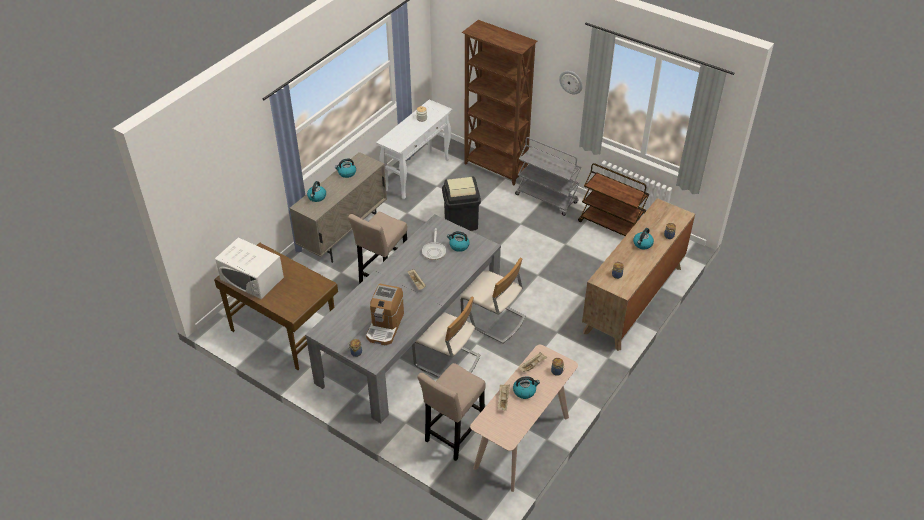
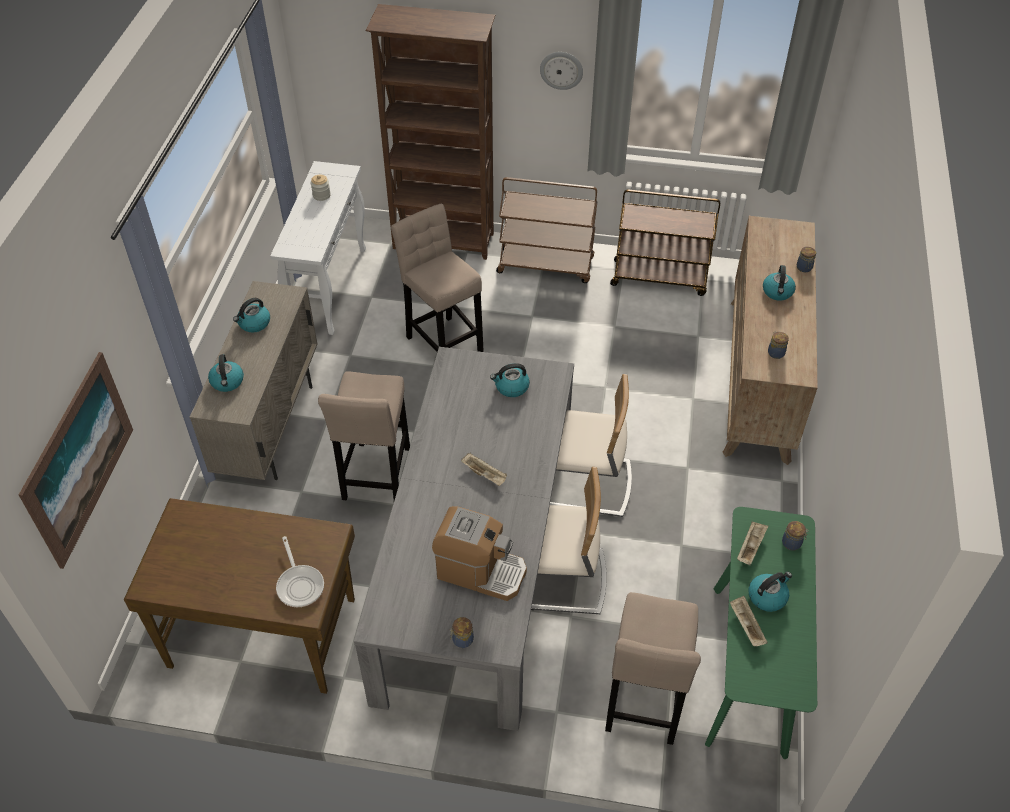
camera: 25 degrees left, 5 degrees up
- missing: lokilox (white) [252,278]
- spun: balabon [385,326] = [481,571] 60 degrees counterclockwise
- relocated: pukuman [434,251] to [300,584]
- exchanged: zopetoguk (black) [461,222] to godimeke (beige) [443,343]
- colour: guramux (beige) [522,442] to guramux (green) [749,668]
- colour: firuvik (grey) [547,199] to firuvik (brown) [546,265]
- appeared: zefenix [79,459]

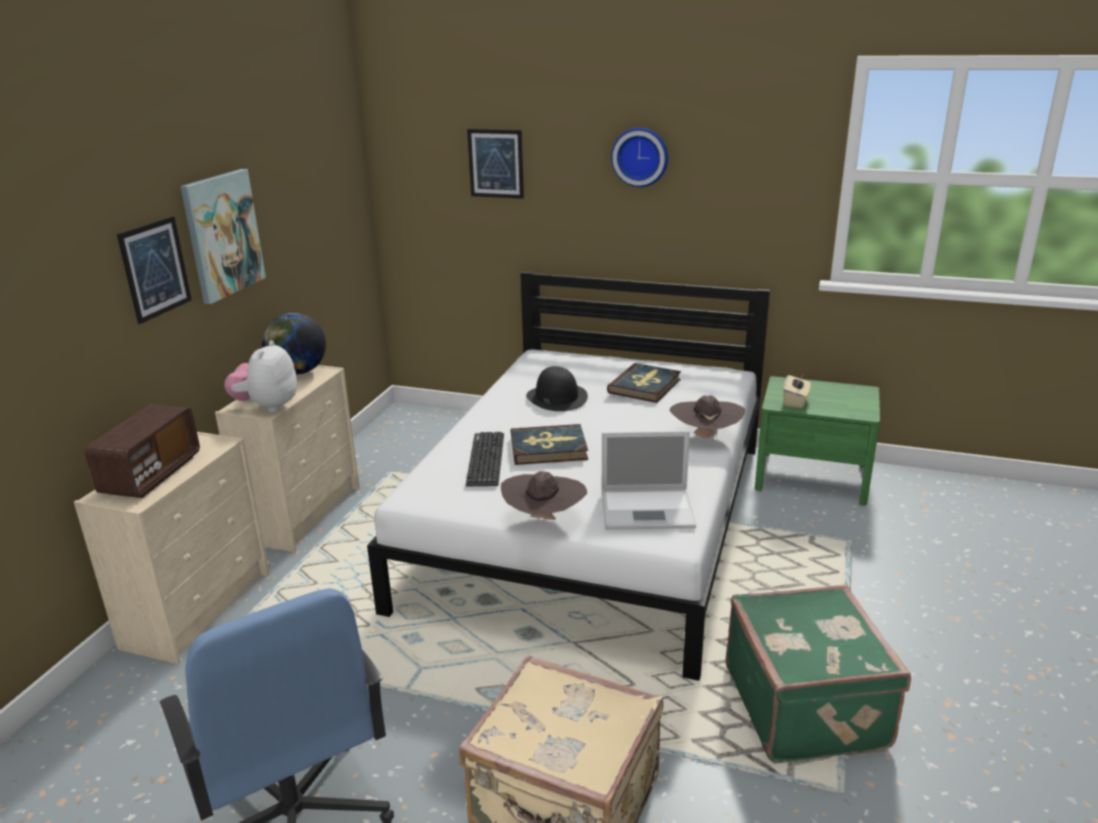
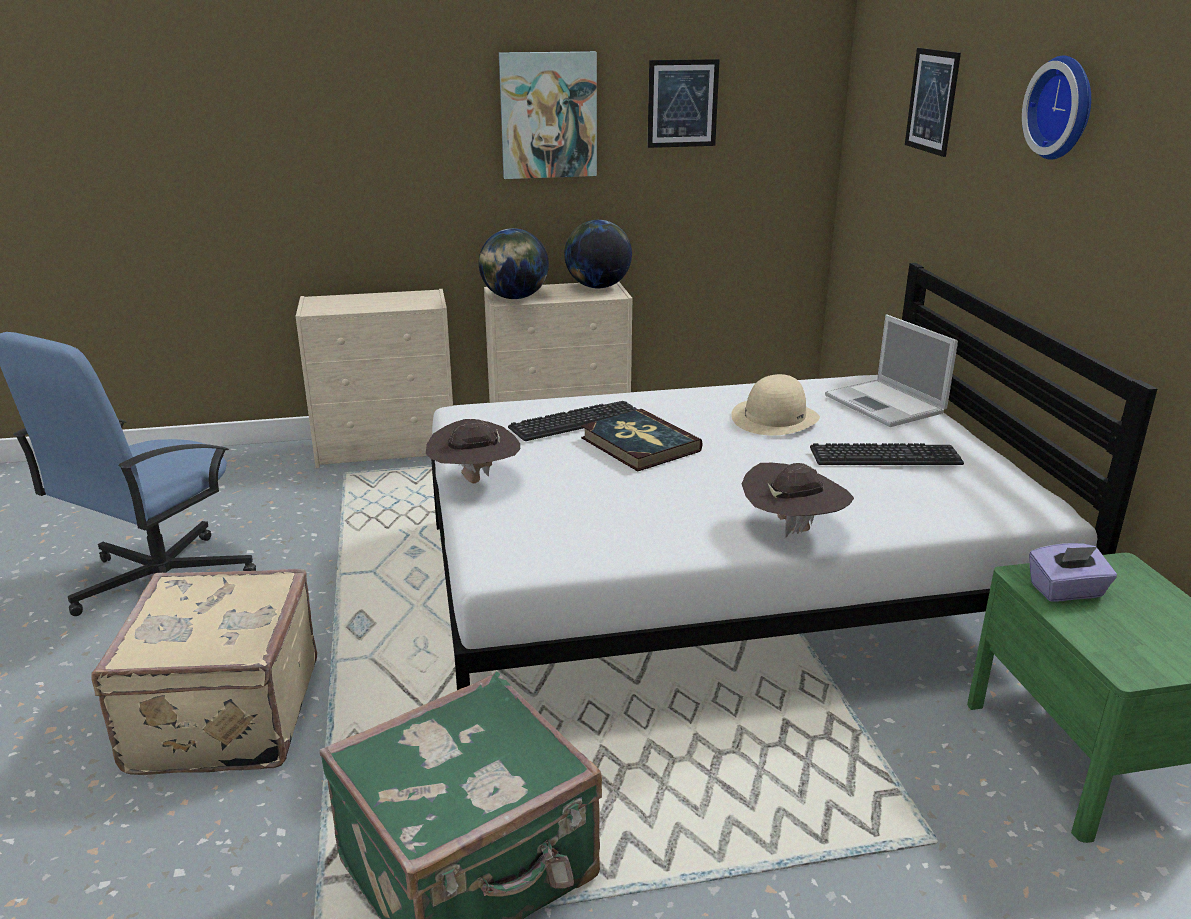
camera: 60 degrees right, 0 degrees up
- missing: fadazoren [151,475]
- relocated: zefenix [155,269] to [682,103]
- exchanged: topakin [267,407] to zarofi [514,298]
- colour: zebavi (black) [556,397] to zebavi (beige) [775,417]
- relocated: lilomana [649,509] to [886,404]
- exchanged: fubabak [645,386] to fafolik [885,456]
- colour: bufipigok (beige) [795,401] to bufipigok (purple) [1066,591]

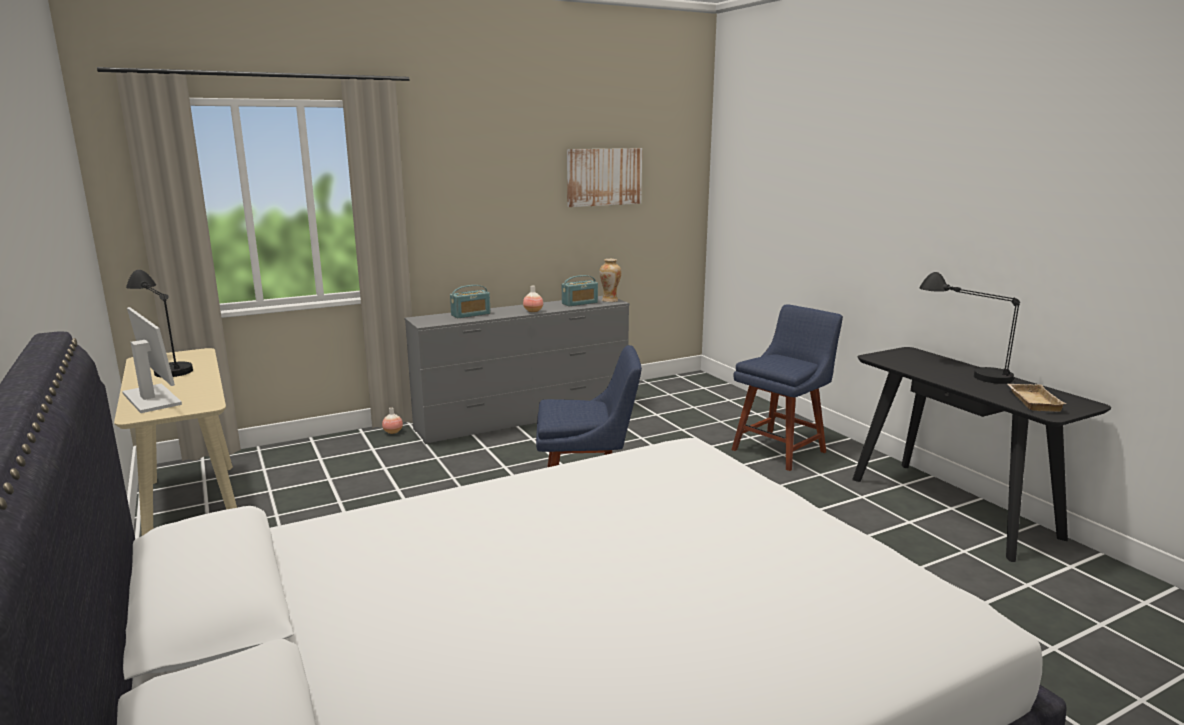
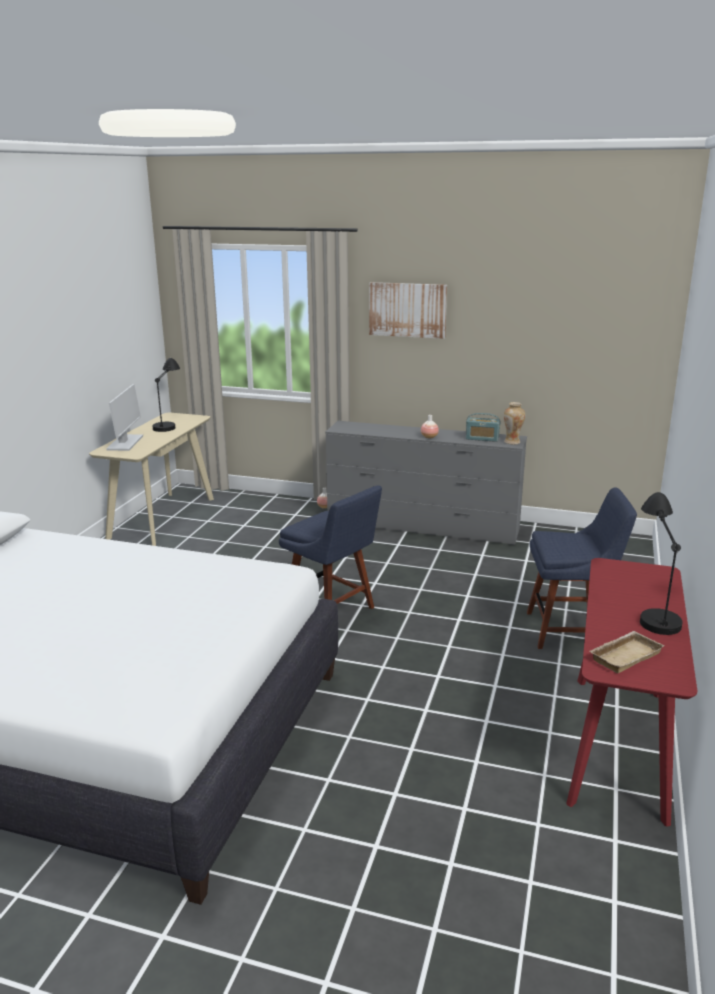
camera: 45 degrees right, 5 degrees up
- missing: fadazoren [471,314]
- relocated: zefenix [604,177] to [407,310]
- colour: guramux (black) [952,507] to guramux (red) [619,744]

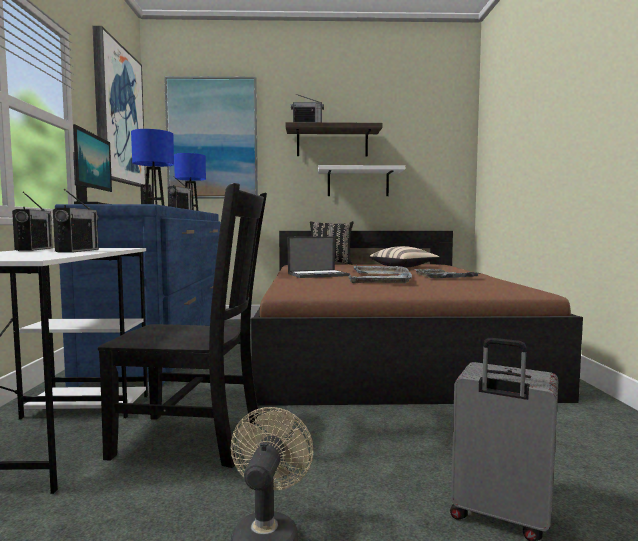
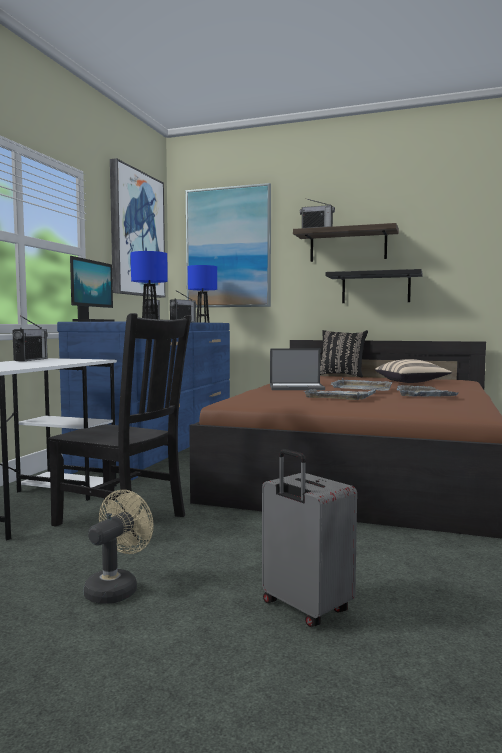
camera: 20 degrees right, 0 degrees up
- missing: fadazoren [78,251]
- colour: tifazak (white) [358,183] to tifazak (black) [375,288]

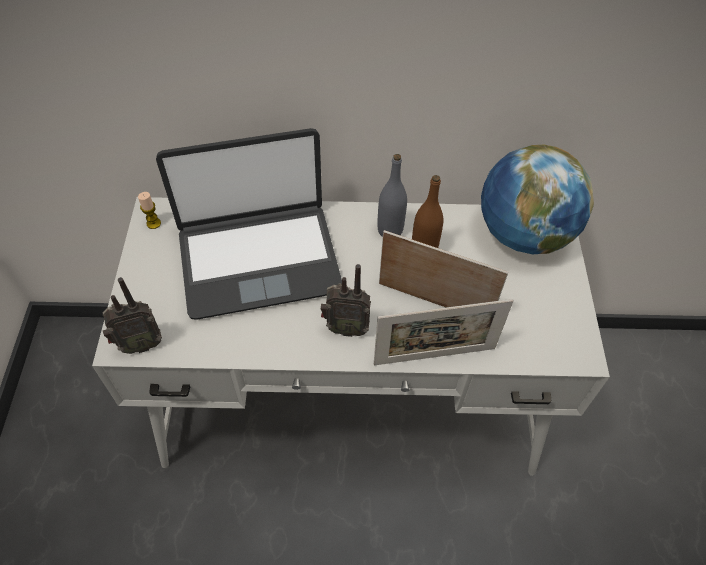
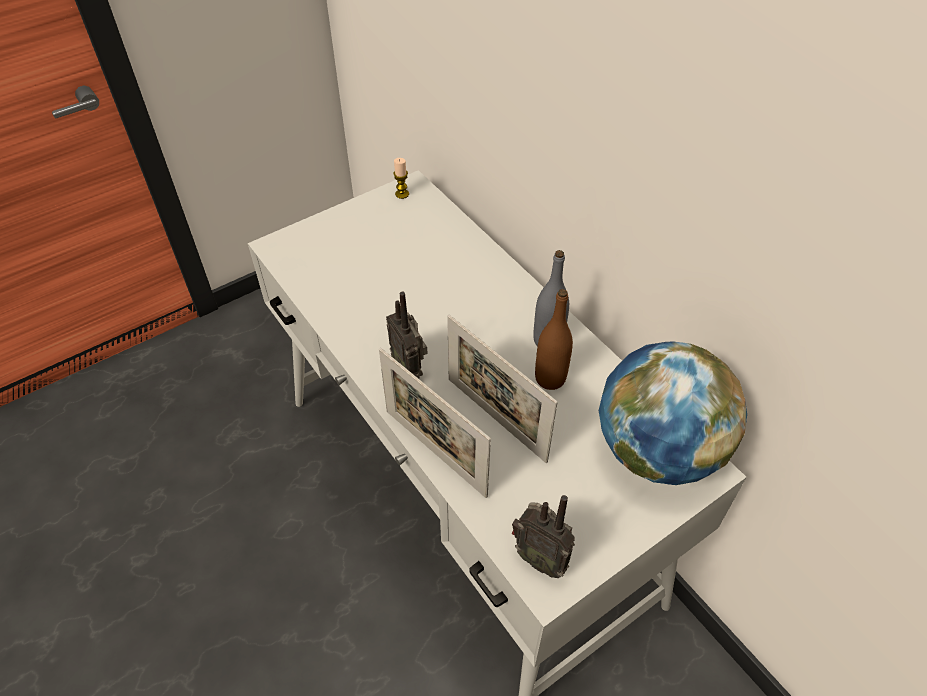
camera: 55 degrees right, 5 degrees down
- relocated: fadazoren [139,344] to [540,558]
- missing: lilomana [259,259]
- spun: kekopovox [433,302] = [496,419] 150 degrees clockwise

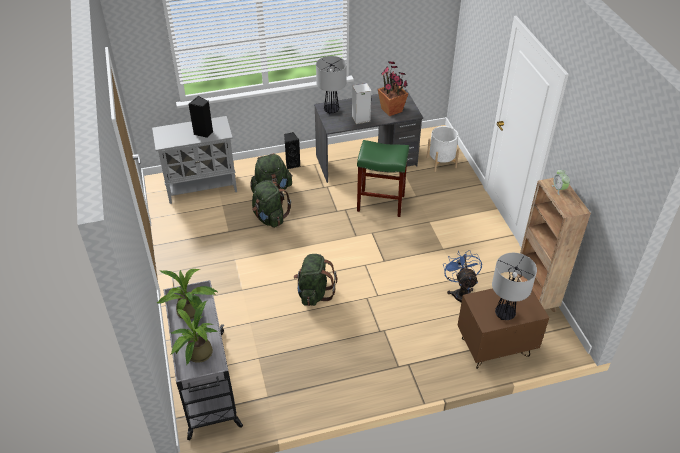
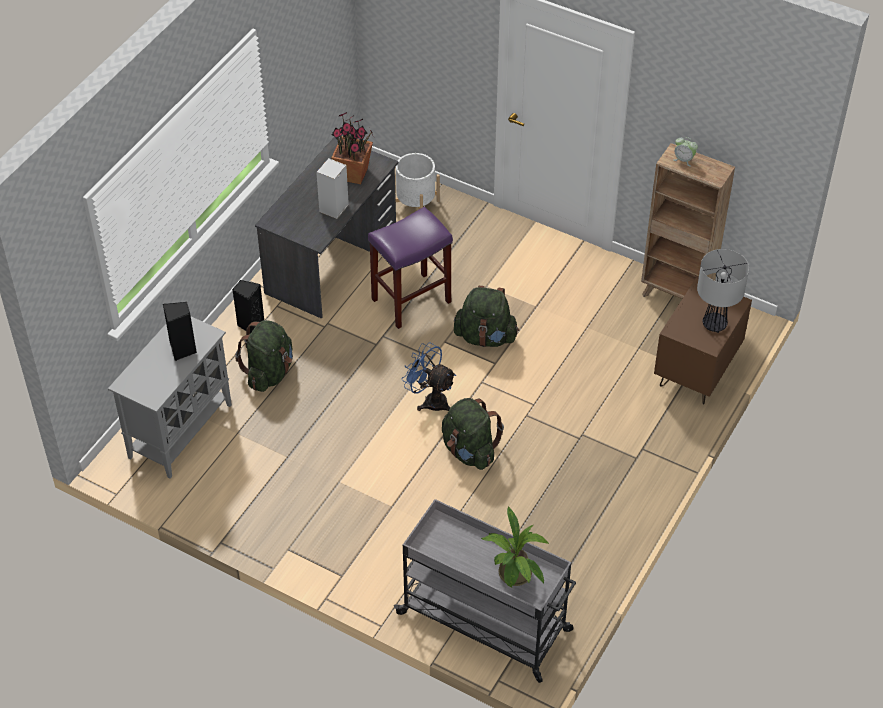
camera: 45 degrees left, 5 degrees up
- missing: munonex [191,313]
- relocated: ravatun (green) [270,218] to [485,337]
- missing: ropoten [331,110]
- colour: godimeke (green) [380,203] to godimeke (purple) [410,301]
- relocated: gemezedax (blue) [460,293] to [430,400]

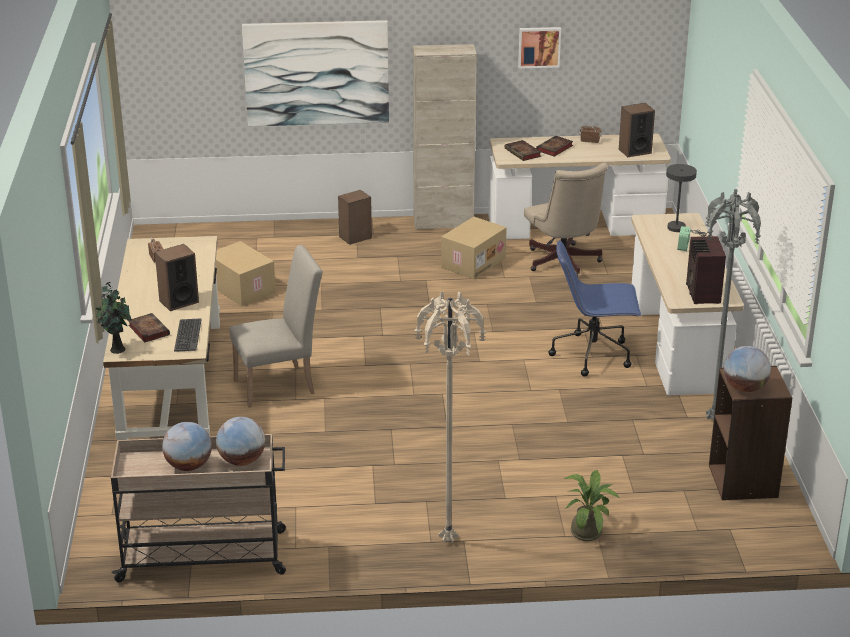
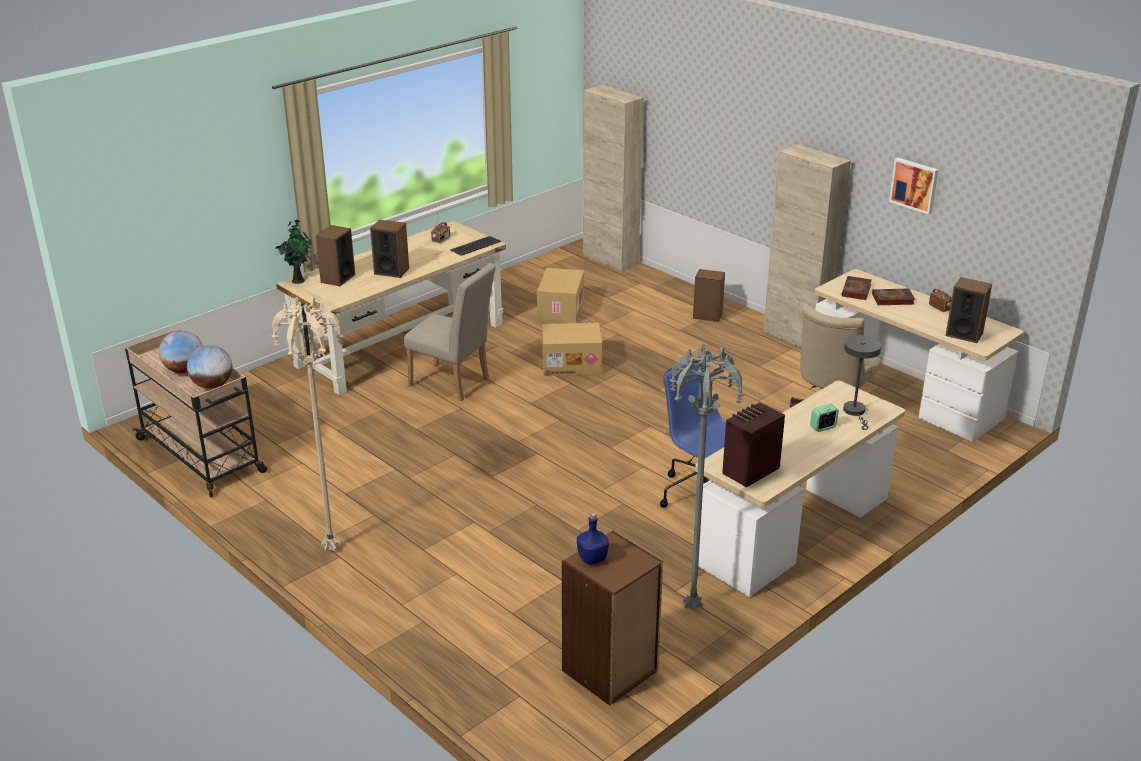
camera: 50 degrees right, 0 degrees up
- exchanged: fubabak [148,330] to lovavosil [337,278]
- relocated: fafolik [187,335] to [475,246]
- missing: zefenix [316,73]
- relocated: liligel [473,262] to [572,364]
- missing: munonex [588,530]
- exchanged: zarofi [745,388] to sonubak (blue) [592,559]
- appeared: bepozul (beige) [610,260]

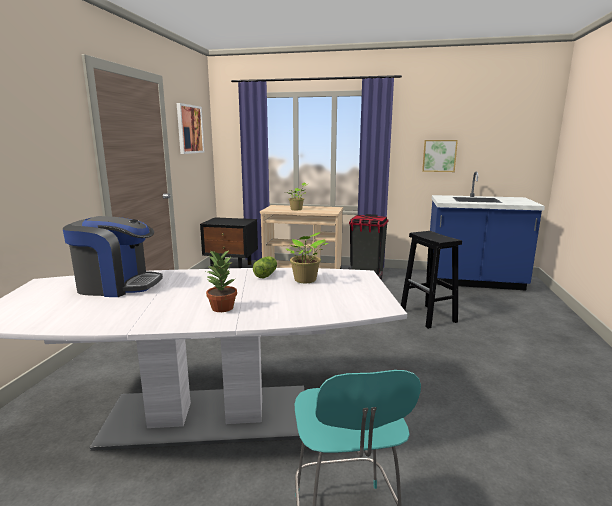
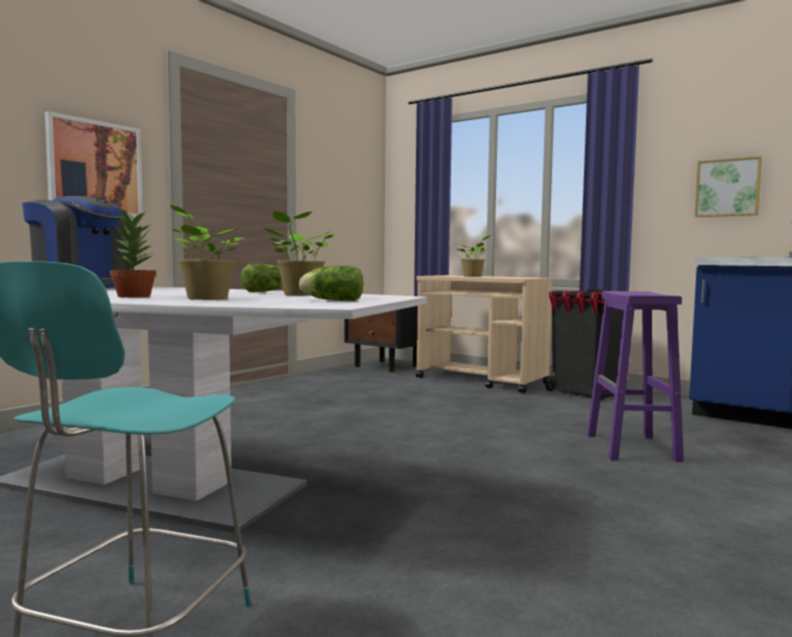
camera: 25 degrees right, 10 degrees down
- relocated: zefenix [189,129] to [95,168]
- colour: godimeke (black) [428,316] to godimeke (purple) [632,448]
- appeared: munonex [205,298]
- appeared: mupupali [331,300]

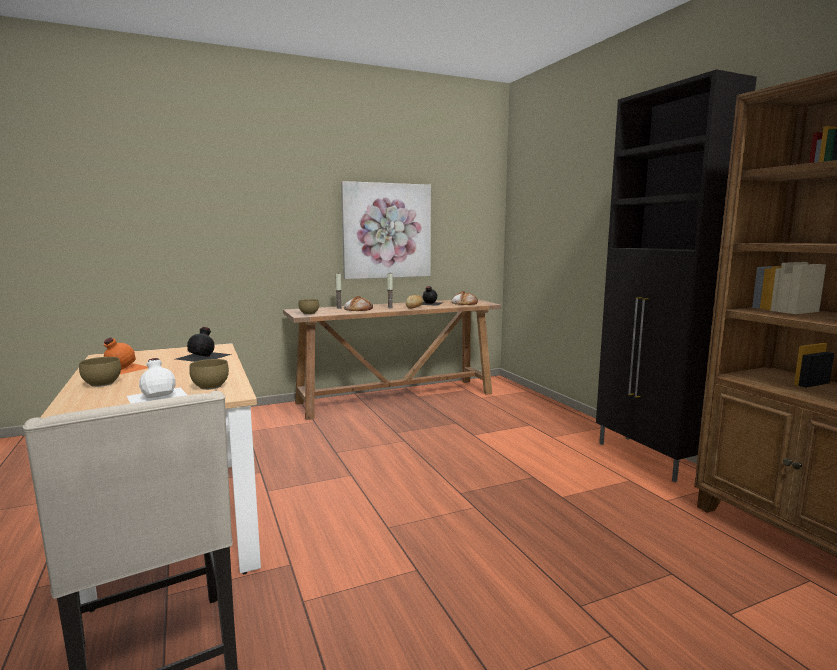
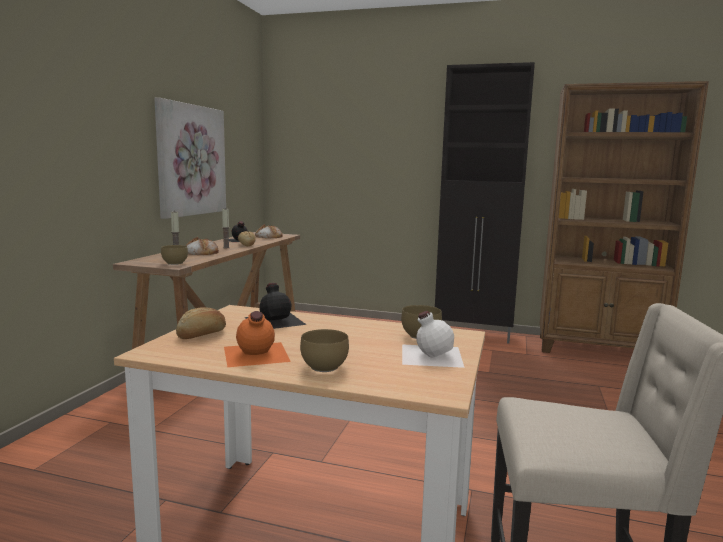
camera: 50 degrees left, 0 degrees up
- appeared: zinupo [202,335]

